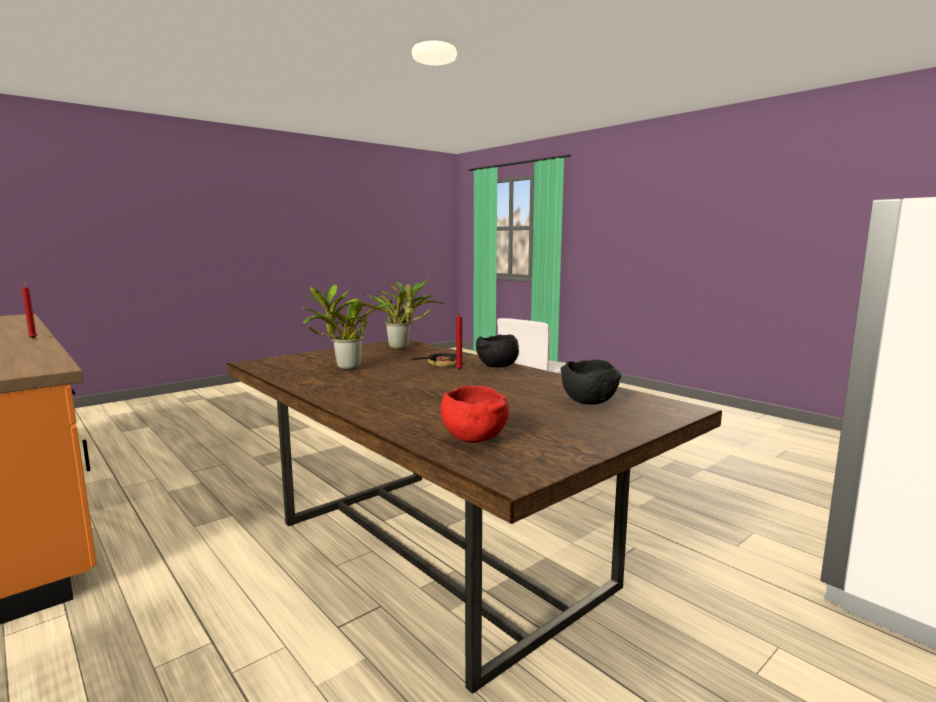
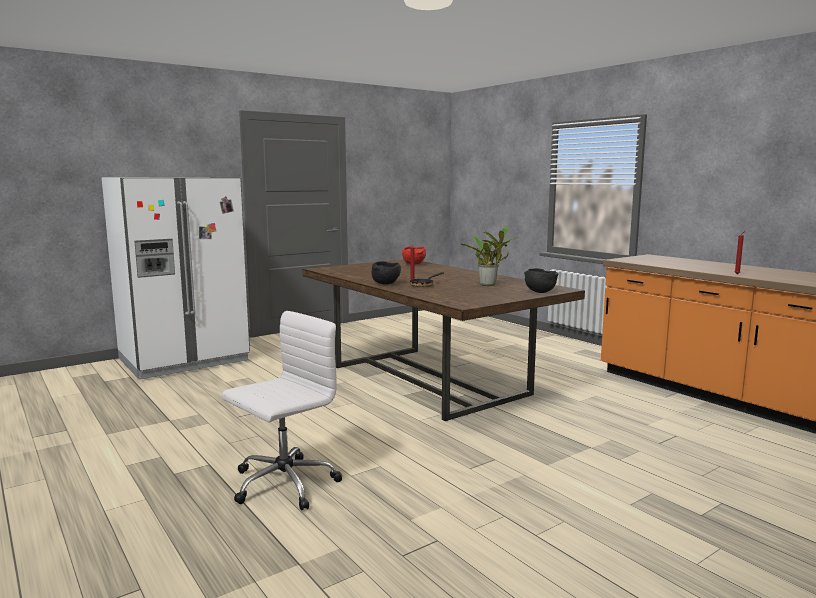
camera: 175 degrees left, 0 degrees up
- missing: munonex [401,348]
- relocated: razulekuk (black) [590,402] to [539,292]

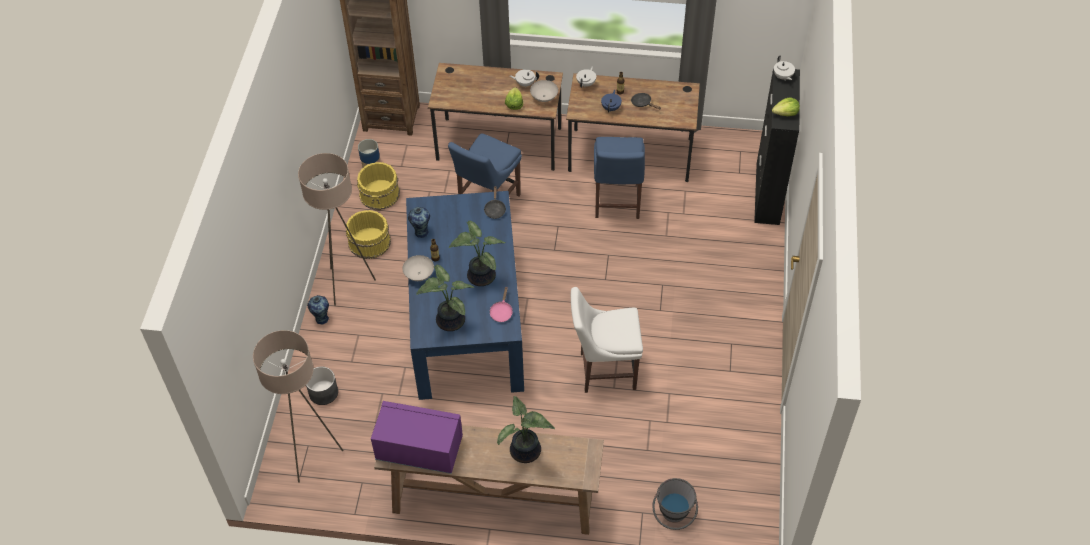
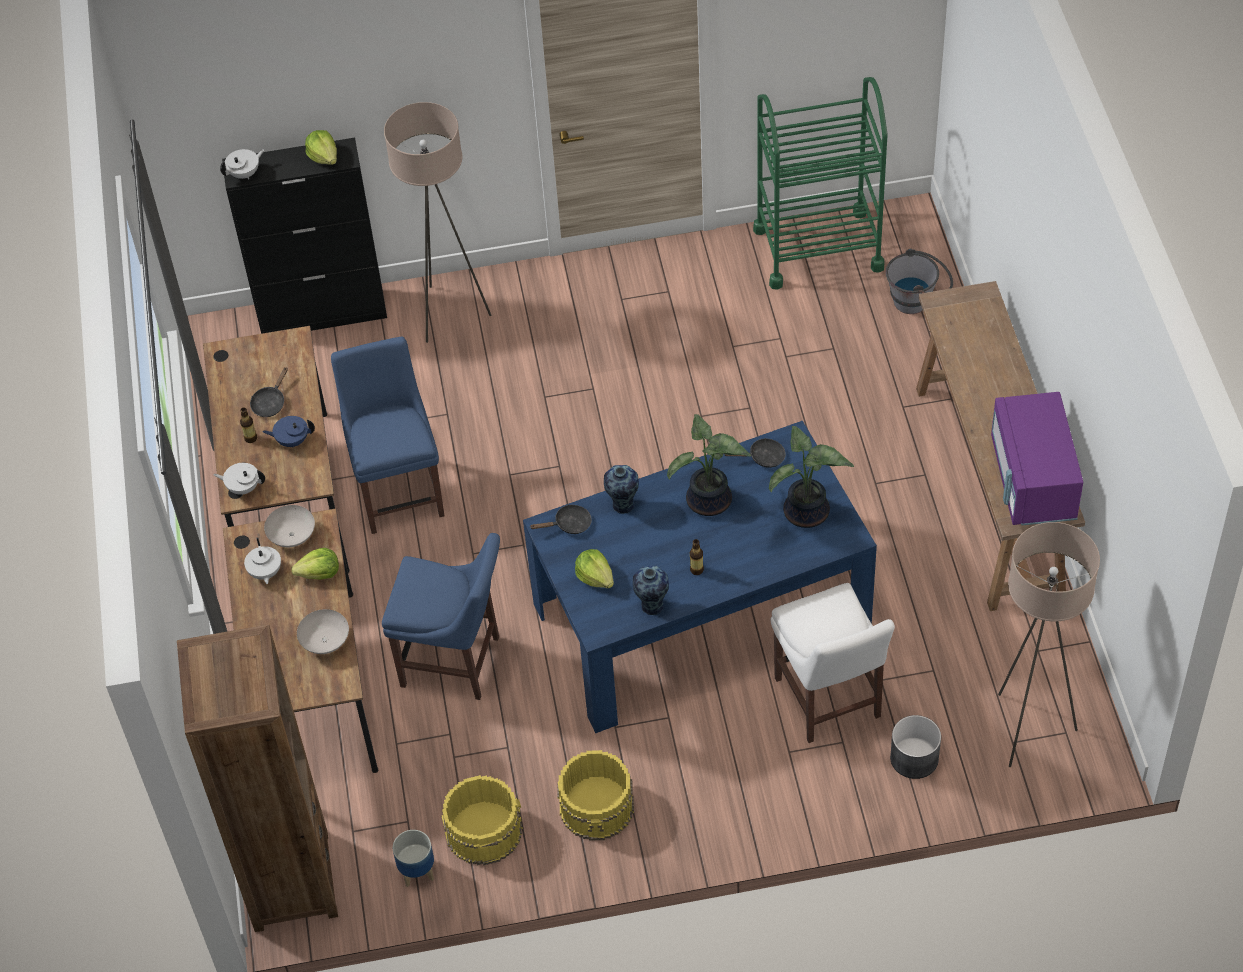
camera: 105 degrees left, 0 degrees up
- relocated: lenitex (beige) [347,284] to [449,314]
- relocated: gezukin [321,318] to [622,505]
- relocated: razulekuk (white) [418,274] to [325,642]
- colour: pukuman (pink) [501,312] to pukuman (black) [763,457]
- missing: munonex [525,453]
- relocated: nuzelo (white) [604,370] to [829,702]
- spun: nuzelo (blue) [616,203] = [399,490] 90 degrees counterclockwise
- appeared: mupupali [595,577]
- appeared: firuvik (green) [818,248]

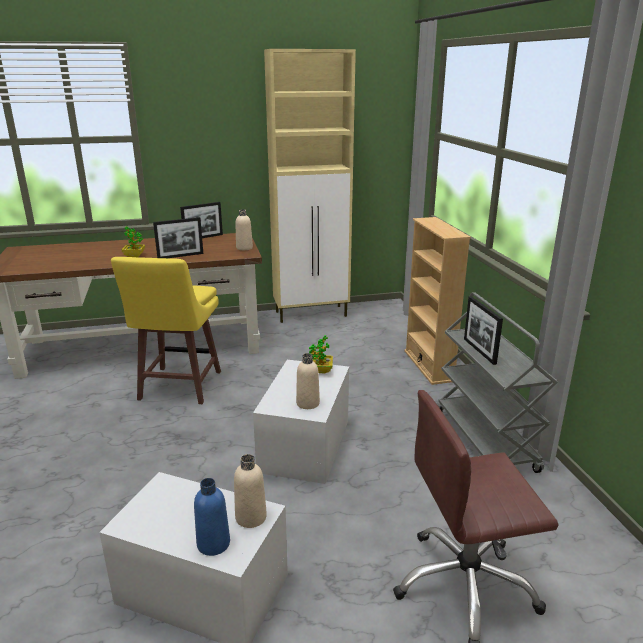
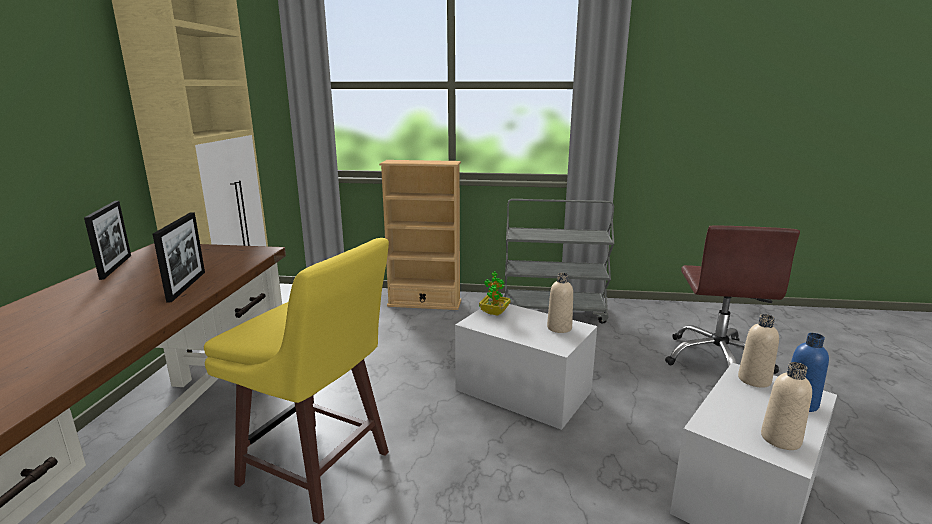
camera: 70 degrees left, 5 degrees down
- missing: munonex [134,256]
- relocated: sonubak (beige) [244,248] to [780,439]
- missing: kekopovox [479,351]

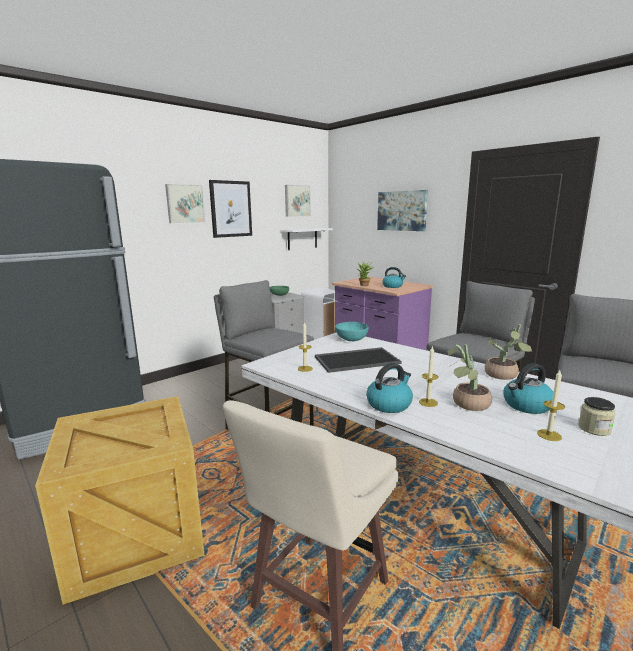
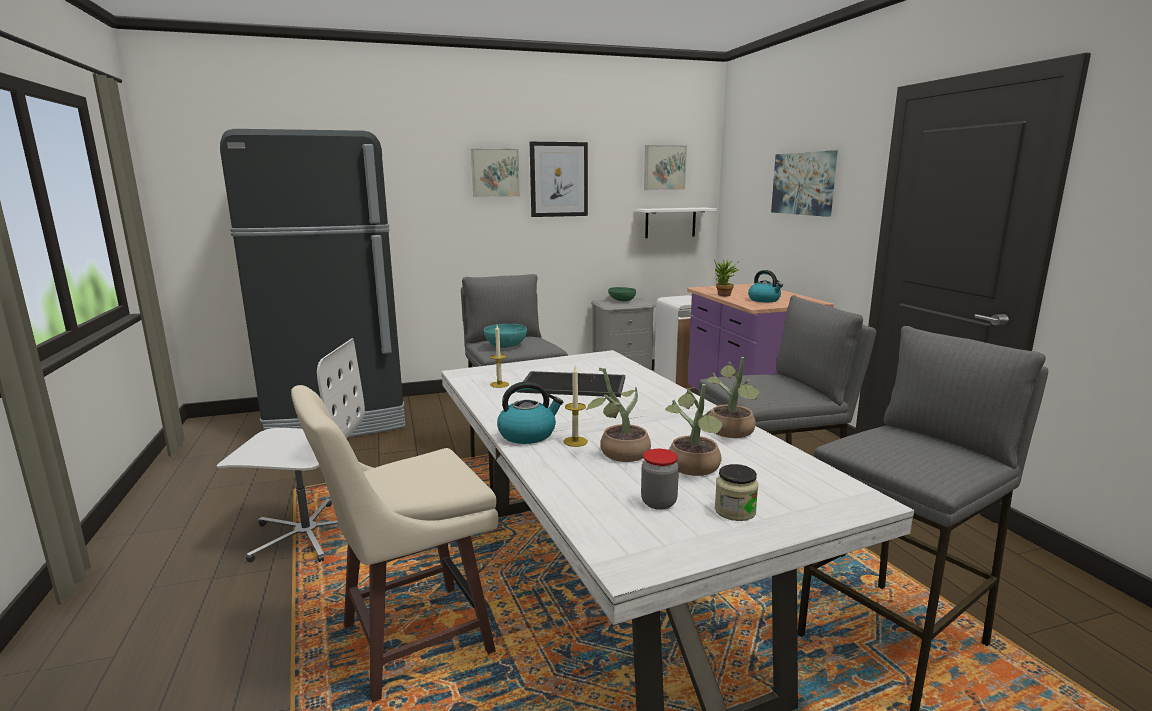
camera: 25 degrees right, 0 degrees up
- exchanged: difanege [138,535] to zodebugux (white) [306,534]
- relocated: razulekuk (turquoise) [351,339] to [506,345]
- exchanged: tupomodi [526,405] to munonex [694,469]
- exchanged: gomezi [549,435] to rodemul [658,503]

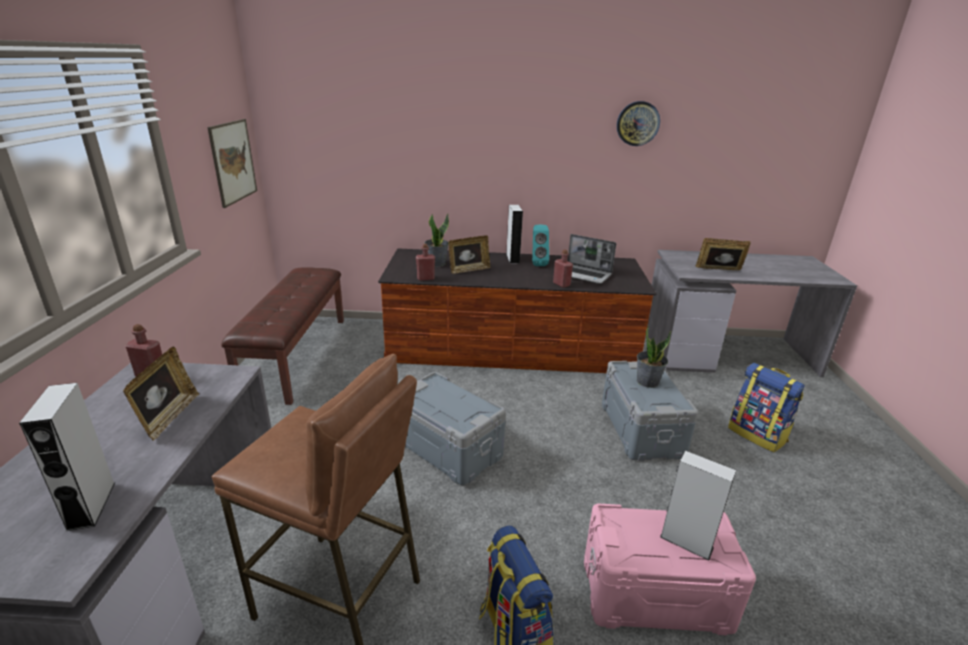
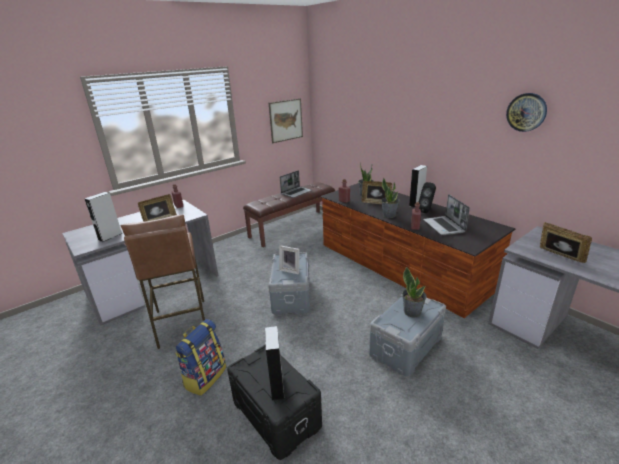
camera: 50 degrees right, 0 degrees up
- colour: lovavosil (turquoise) [537,263] to lovavosil (black) [426,211]
- colour: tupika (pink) [654,591] to tupika (black) [277,413]
- missing: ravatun [757,435]
- appeared: kekopovox [291,270]
- appeared: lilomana [296,192]
- appeared: munonex [389,215]

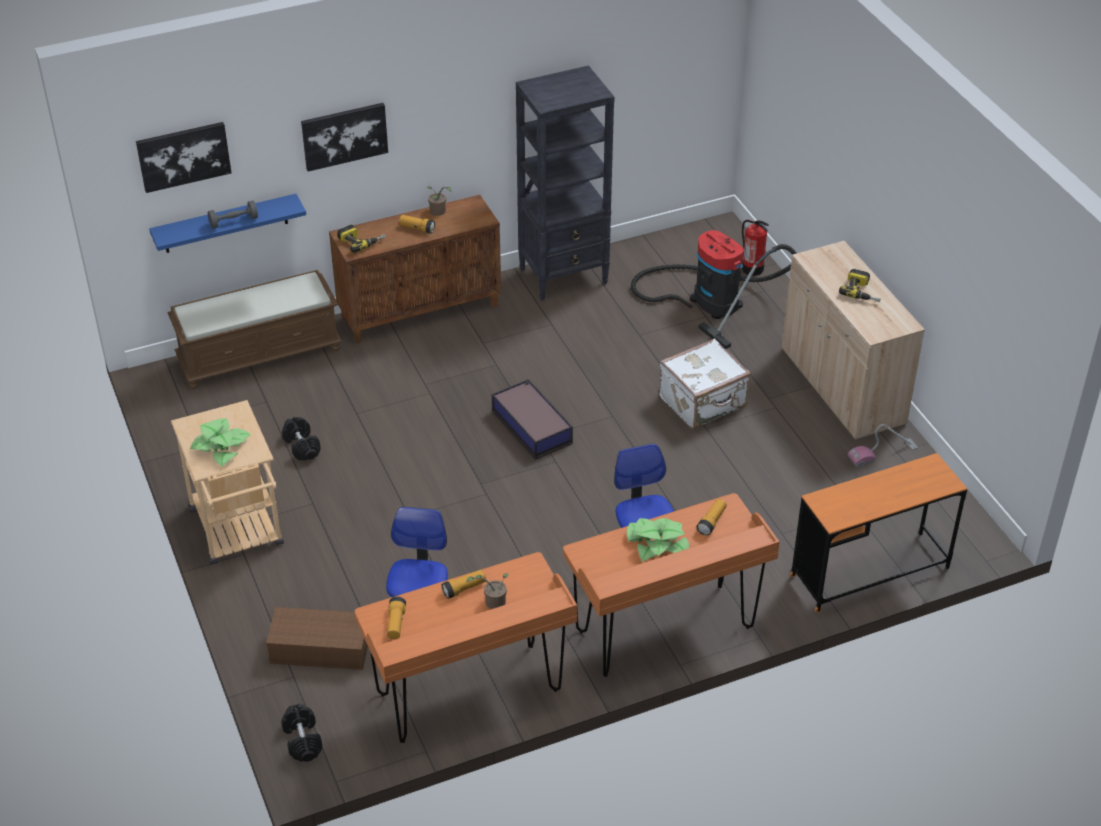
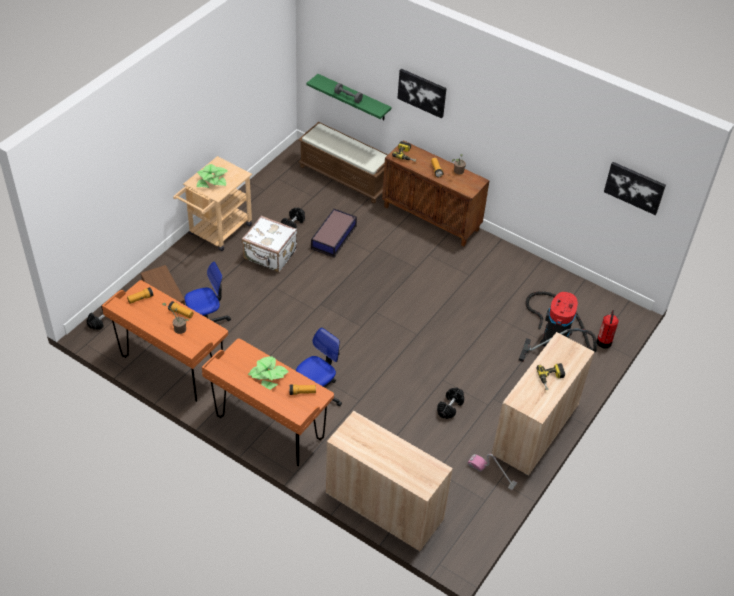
camera: 55 degrees right, 5 degrees up
- relocated: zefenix [183,156] to [634,187]
- colour: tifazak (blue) [225,224] to tifazak (green) [353,98]
- relocated: tupika [531,426] to [334,237]
- missing: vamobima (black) [564,276]
- relocated: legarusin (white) [703,403] to [270,255]
- exchanged: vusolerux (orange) [870,572] to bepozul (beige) [384,506]
- appeared: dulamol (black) [450,407]

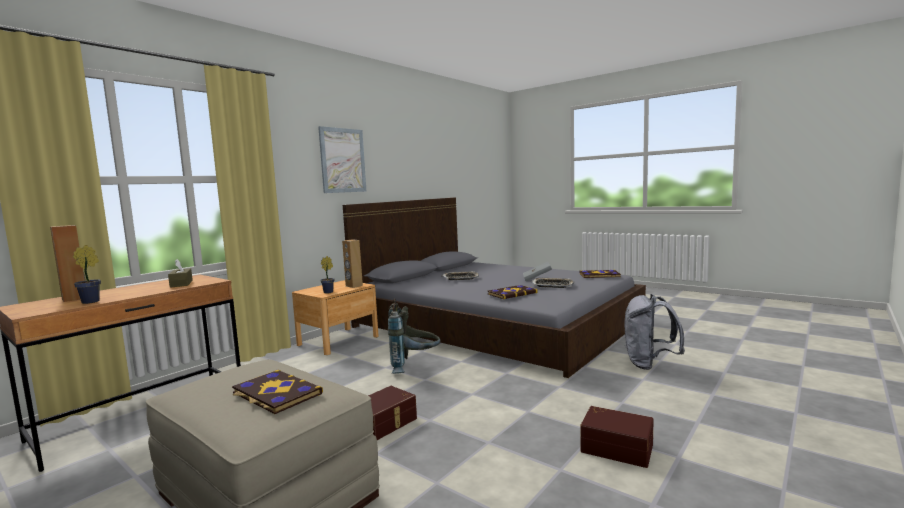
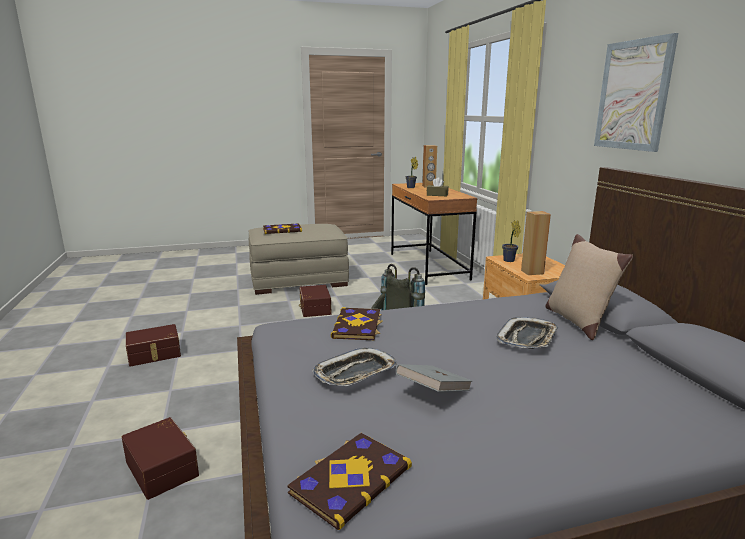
camera: 125 degrees right, 10 degrees up
- exchanged: ravatun (grey) [649,364] to tupika (brown) [164,467]
- appeared: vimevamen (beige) [577,321]

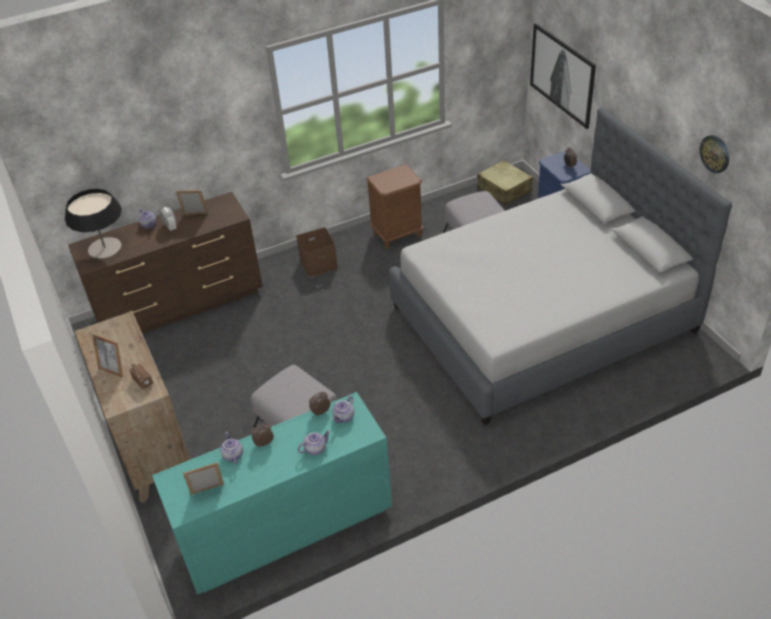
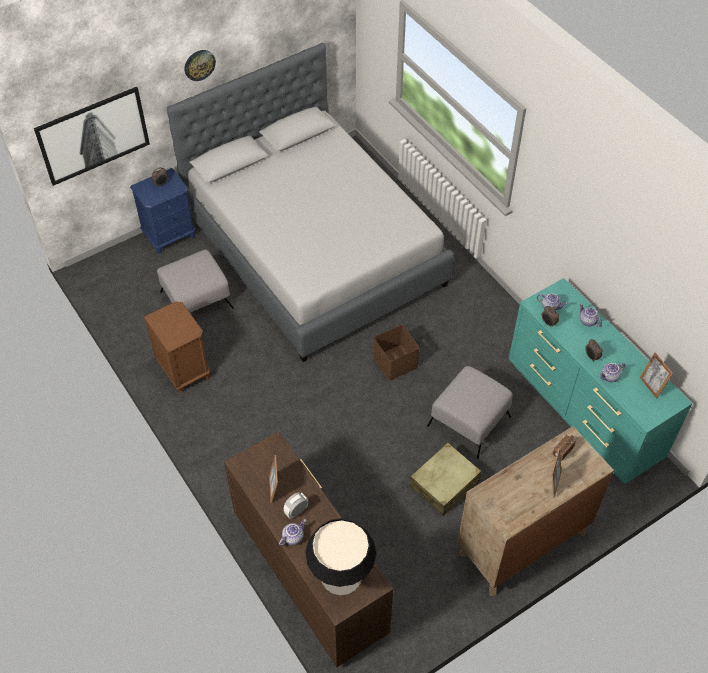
camera: 100 degrees left, 10 degrees up
- relocated: tupika (brown) [319,263] to [394,362]
- relocated: legarusin (beige) [504,190] to [444,484]
- relocated: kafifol [715,153] to [199,65]

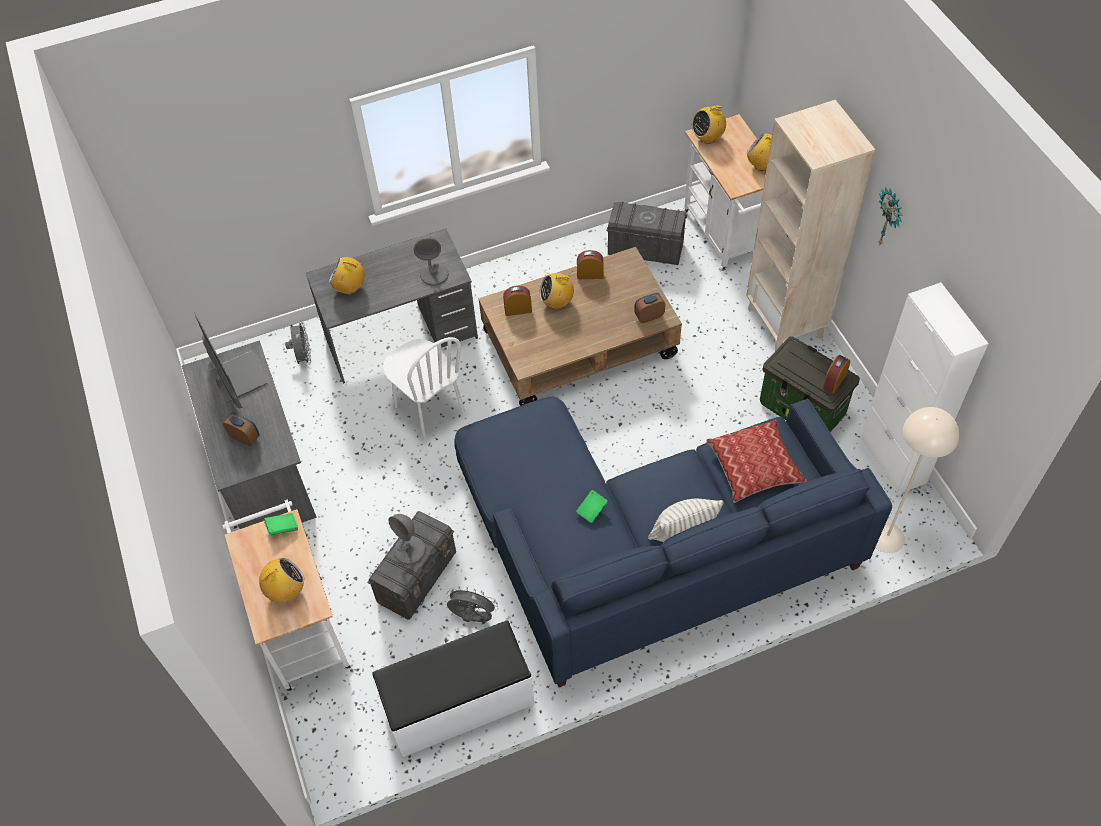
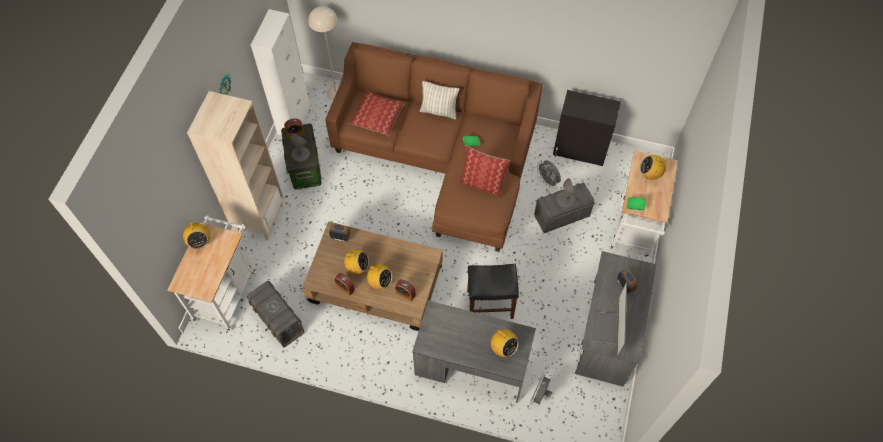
camera: 145 degrees left, 5 degrees up
- exchanged: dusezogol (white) [459,703] to bepozul (black) [580,150]
- exchanged: nuzelo (white) [429,410] to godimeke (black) [490,303]
- relocated: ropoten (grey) [434,274] to [300,154]
- colour: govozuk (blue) [647,548] to govozuk (brown) [442,157]
- relocated: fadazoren [707,137] to [357,267]
- appeared: vimevamen [482,183]

